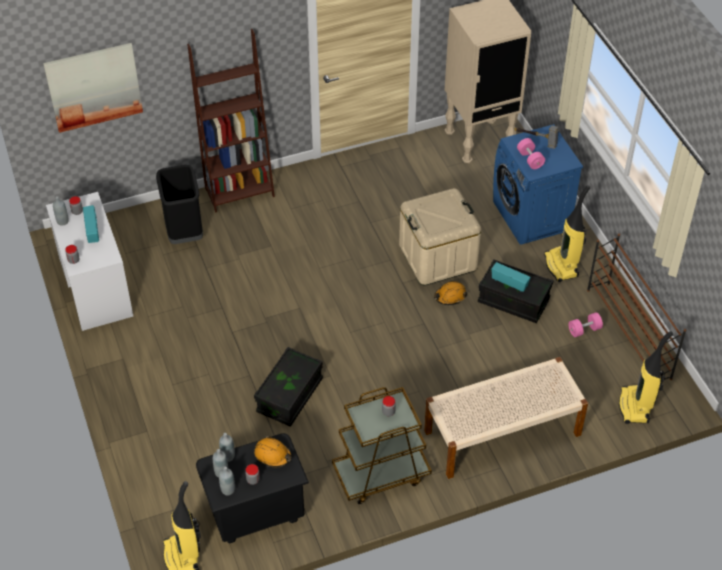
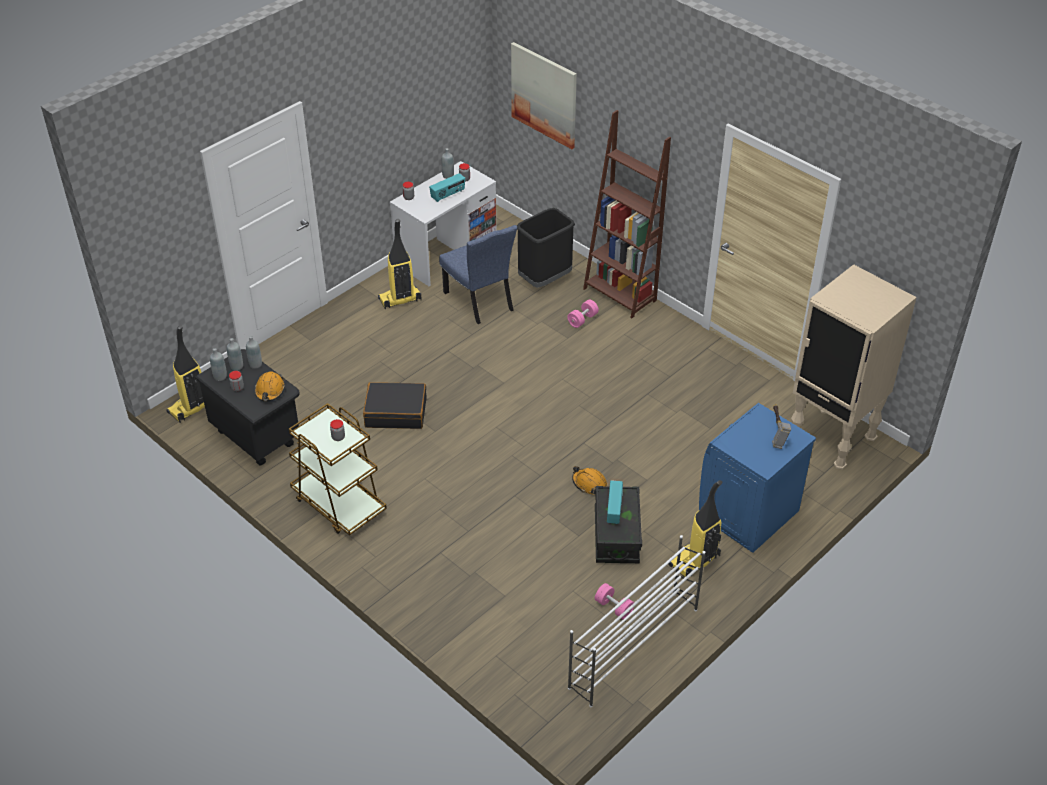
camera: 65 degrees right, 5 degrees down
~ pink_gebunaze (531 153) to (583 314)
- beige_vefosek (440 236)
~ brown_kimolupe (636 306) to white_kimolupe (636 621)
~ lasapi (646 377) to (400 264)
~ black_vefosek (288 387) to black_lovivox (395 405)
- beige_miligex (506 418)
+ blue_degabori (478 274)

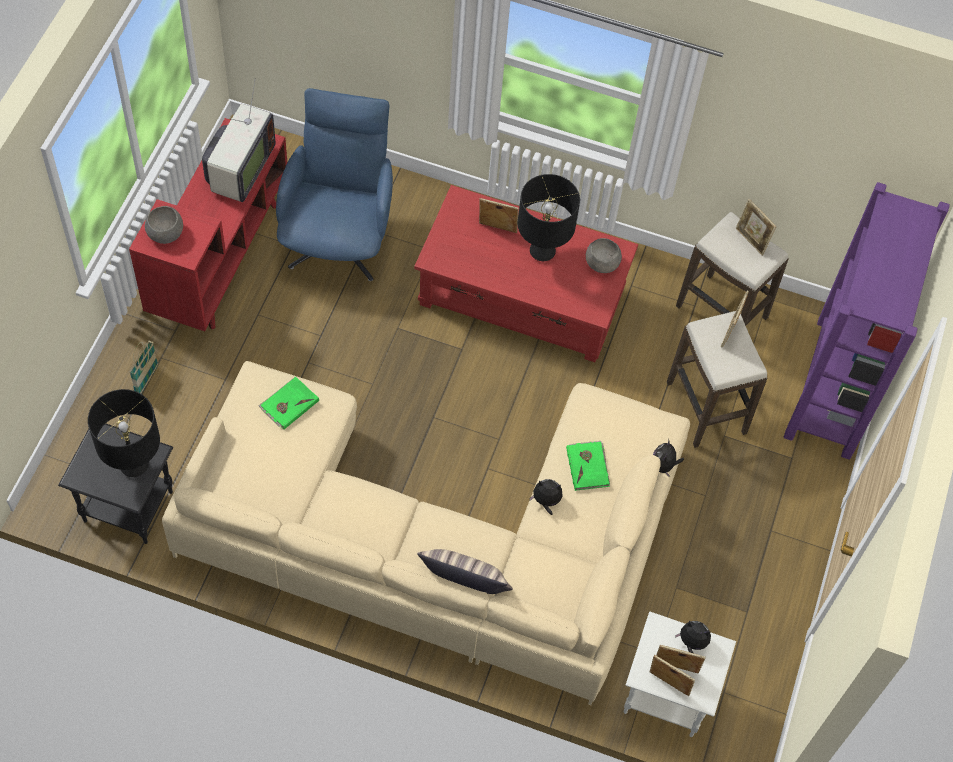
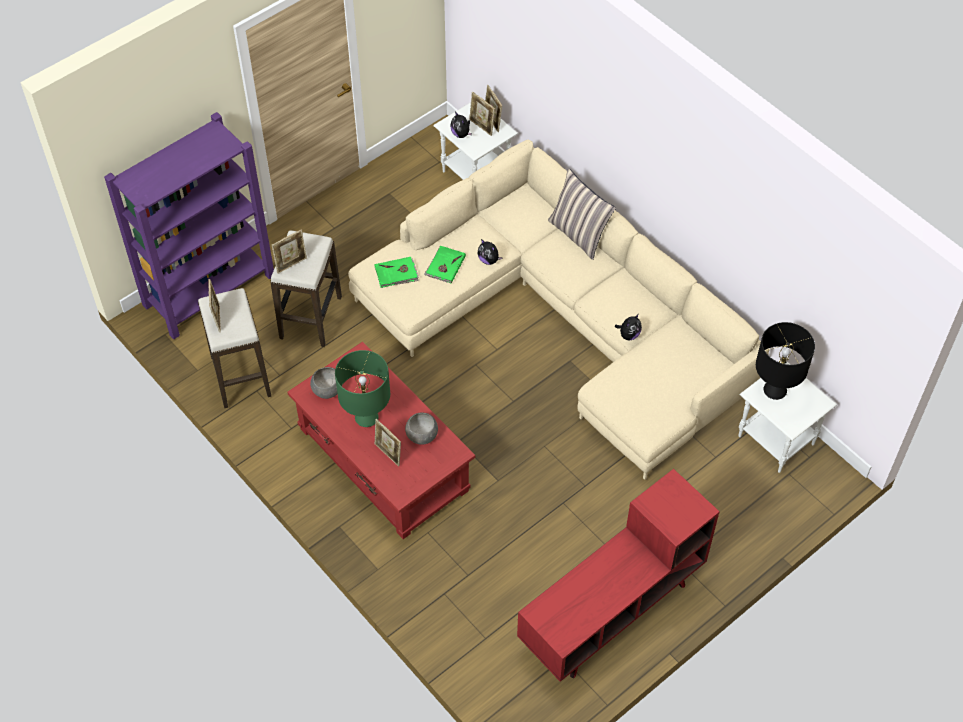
camera: 145 degrees left, 5 degrees down
- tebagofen (238 140)
- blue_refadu (334 184)
~ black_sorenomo (549 217) to green_sorenomo (362 388)
~ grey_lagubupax (164 225) to (421 429)
- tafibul (144 367)
~ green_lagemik (288 403) to (397 272)
~ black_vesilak (115 484) to white_vesilak (787 417)
~ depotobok (668 458) to (628 327)

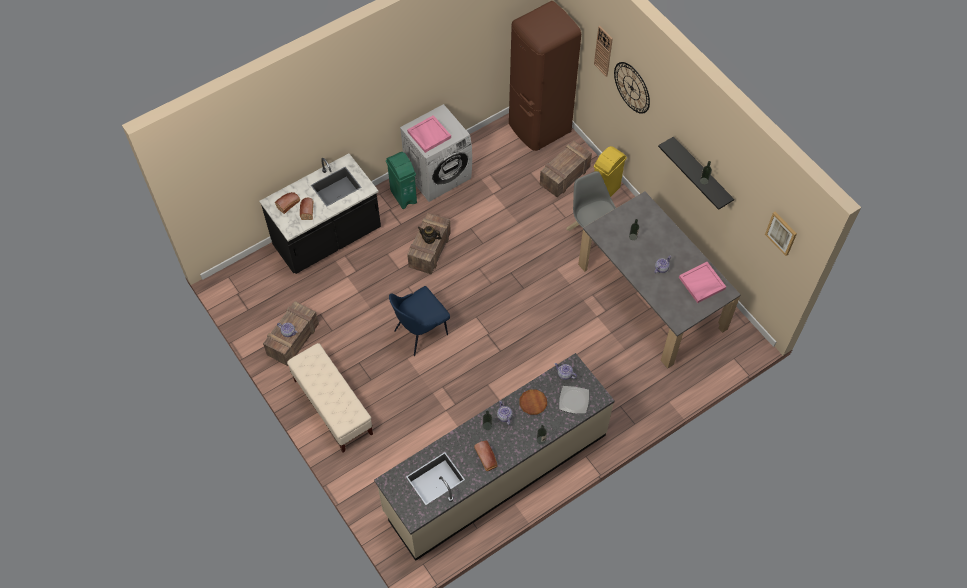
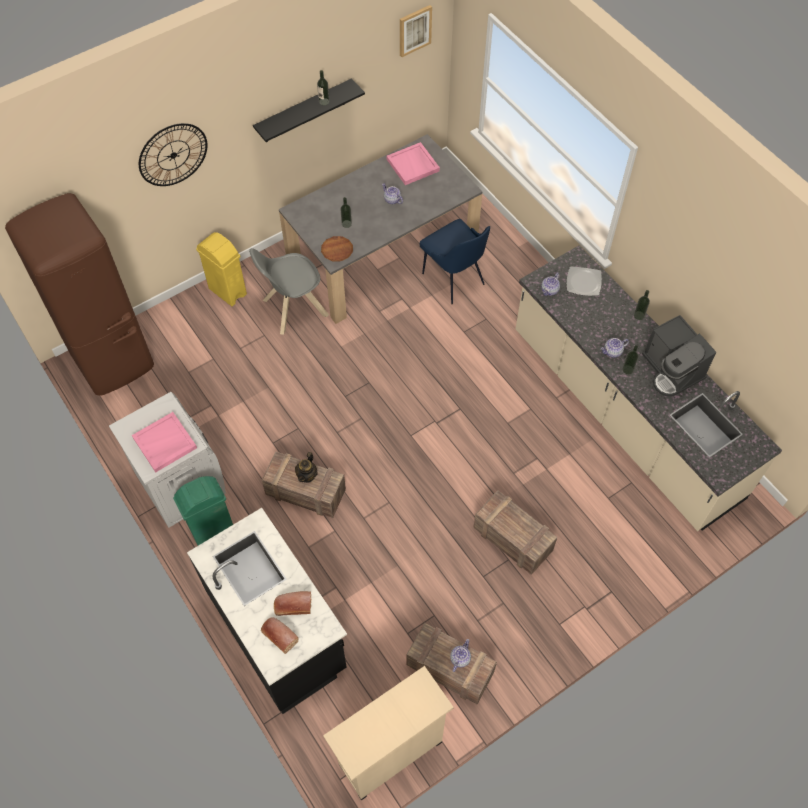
camera: 90 degrees left, 0 degrees up
- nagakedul (603 51)
~ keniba (566 169) to (515 533)
~ blue_degabori (419 321) to (455 261)
- beige_miligex (330 397)
~ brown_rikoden (533 402) to (337 248)
~ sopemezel (486 456) to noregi (679 355)
+ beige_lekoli (388 733)

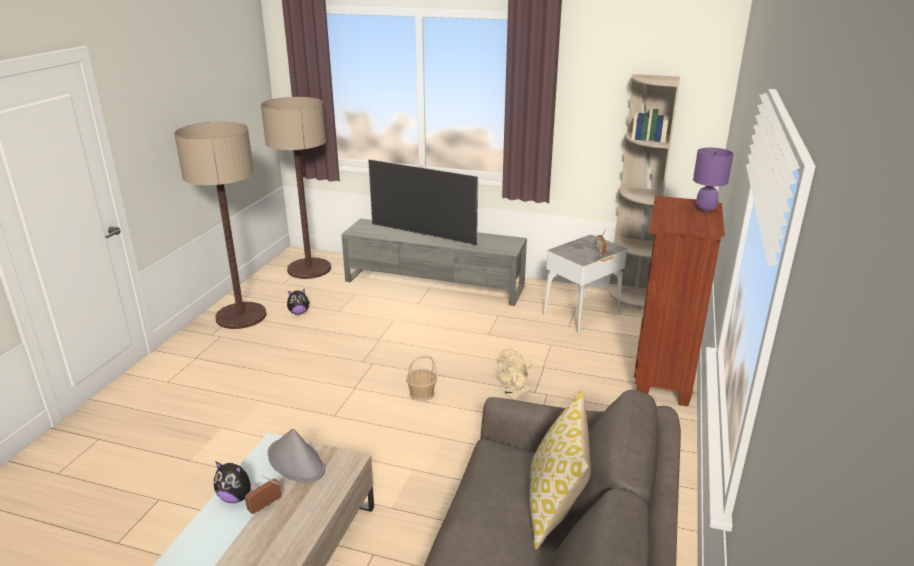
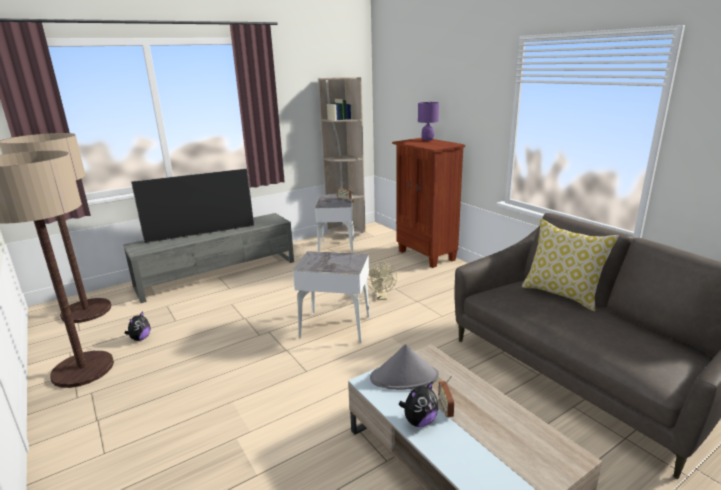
camera: 50 degrees left, 5 degrees down
~ tafibul (421 378) to vesilak (331 297)

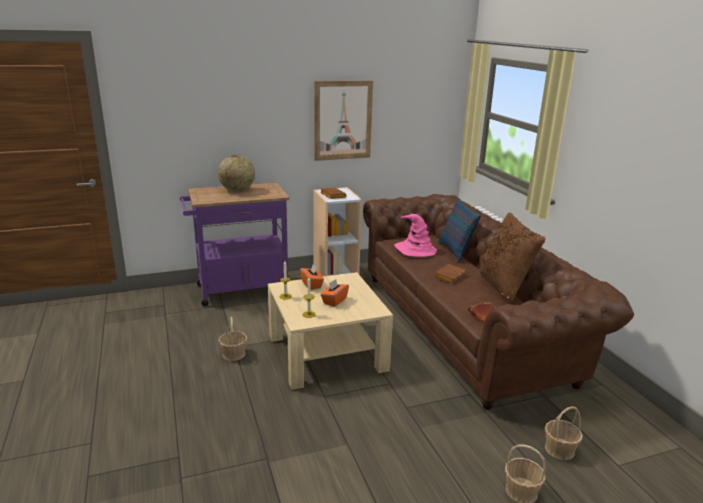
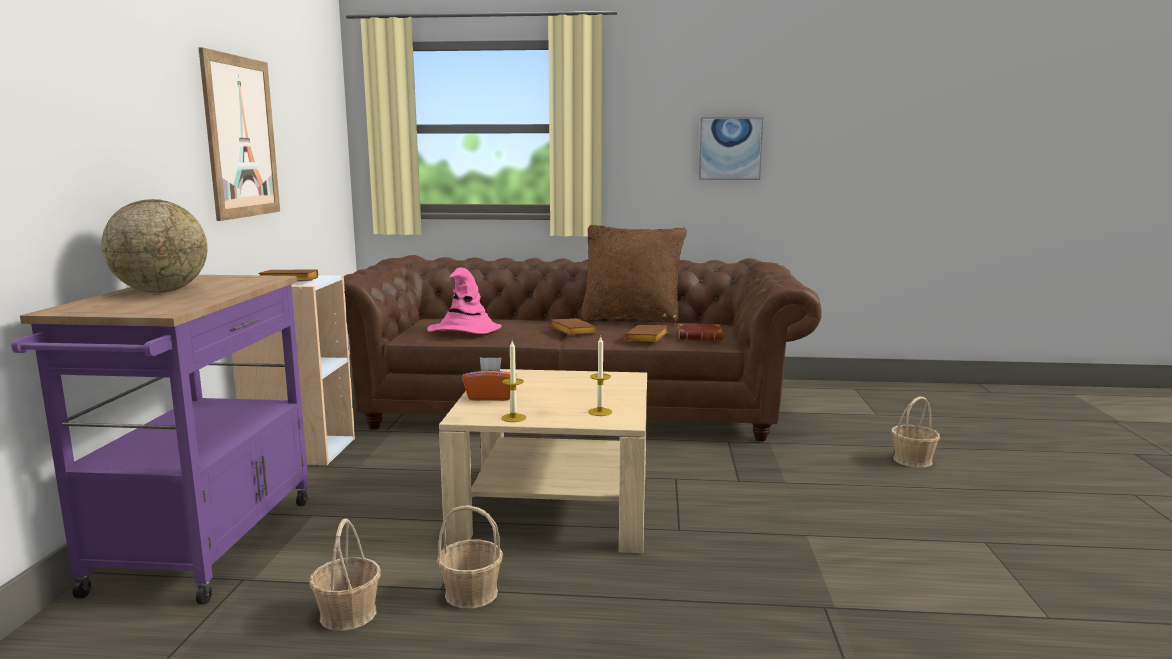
camera: 65 degrees left, 10 degrees down
- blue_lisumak (459 230)
- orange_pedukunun (335 293)
~ tafibul (564 433) to (345 575)
+ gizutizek (731 148)
+ brown_lagemik (646 333)

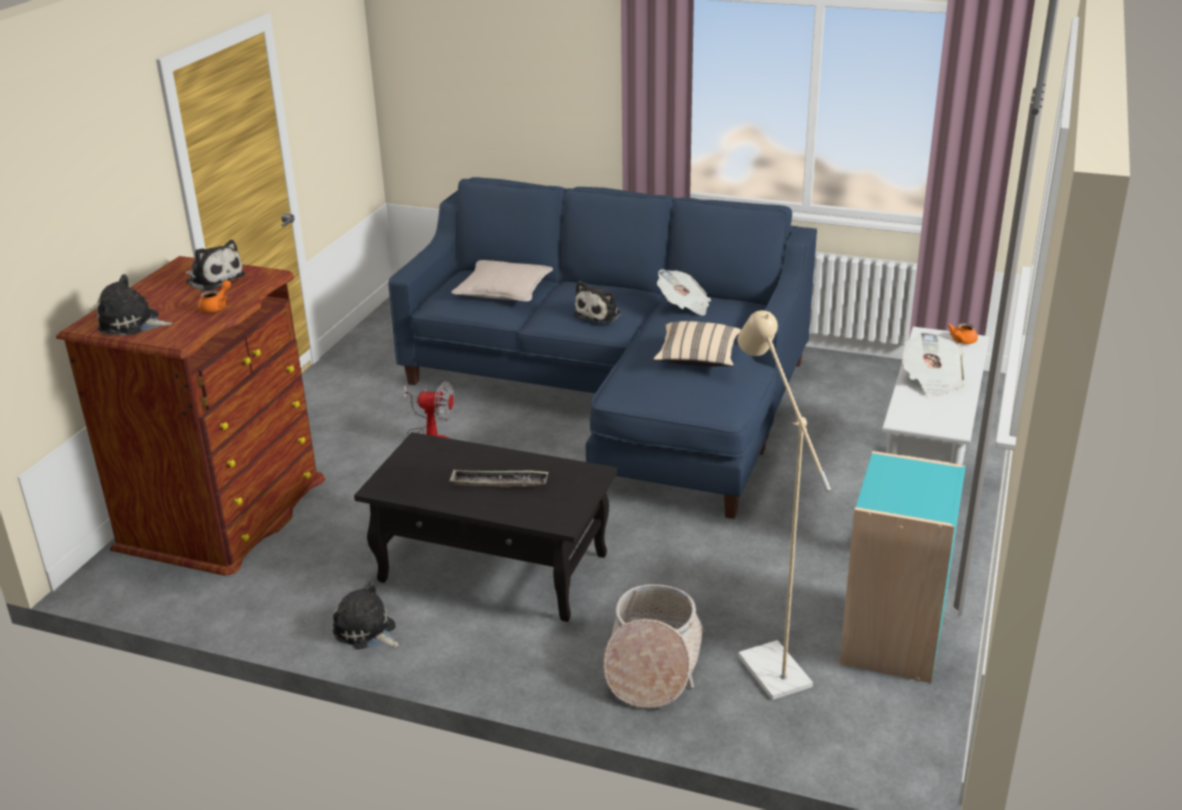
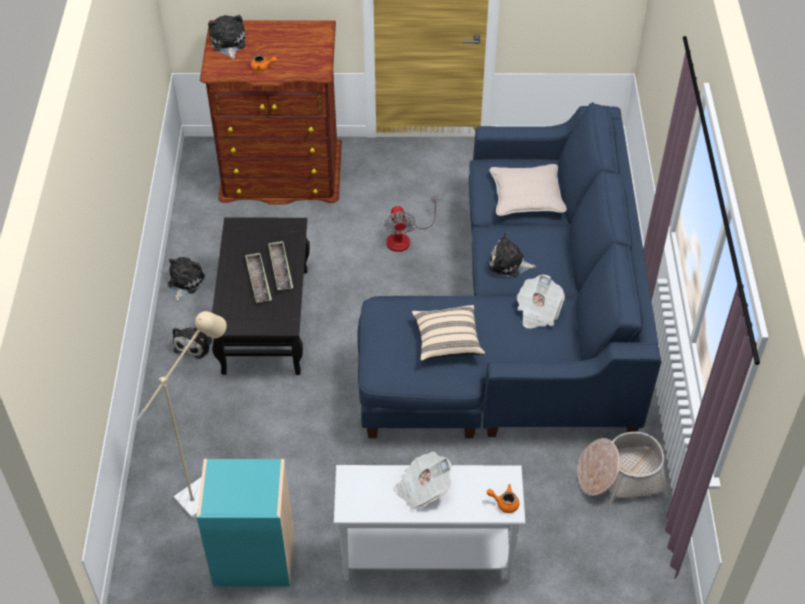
camera: 70 degrees right, 20 degrees up
~ depotobok (215 265) to (192 343)
~ tafibul (654 646) to (623 468)
+ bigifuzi (280 265)

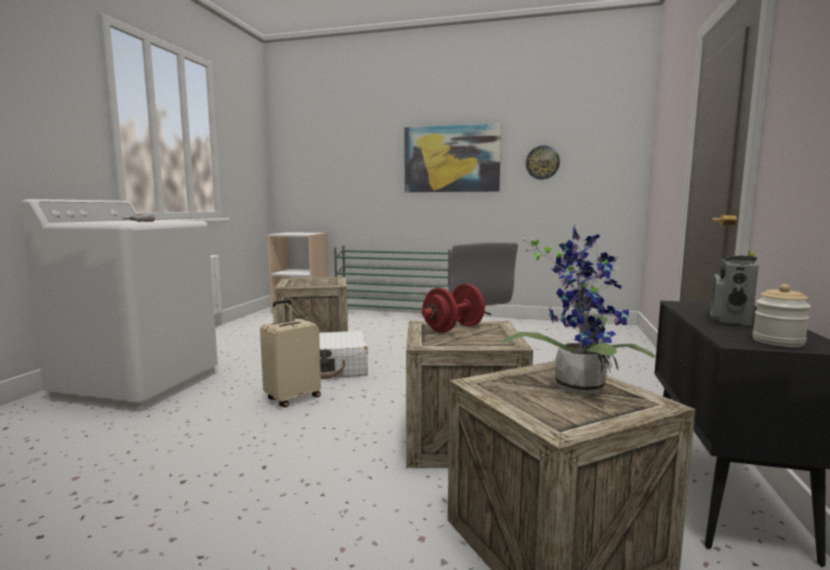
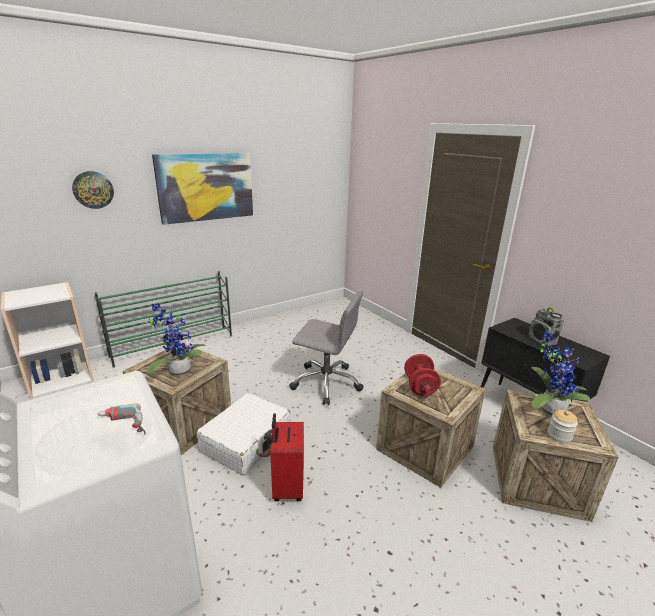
camera: 50 degrees left, 15 degrees up
~ nagakedul (543 162) to (93 190)
~ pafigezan (781 315) to (563 426)
~ beige_lovivox (290 353) to red_lovivox (287 457)
+ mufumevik (176 340)

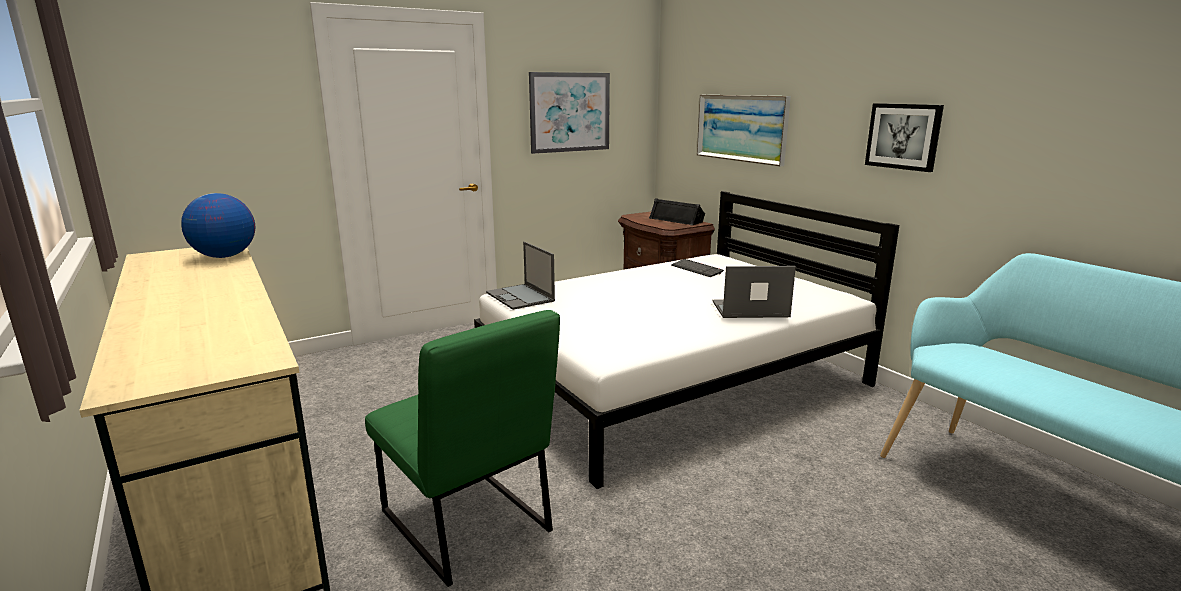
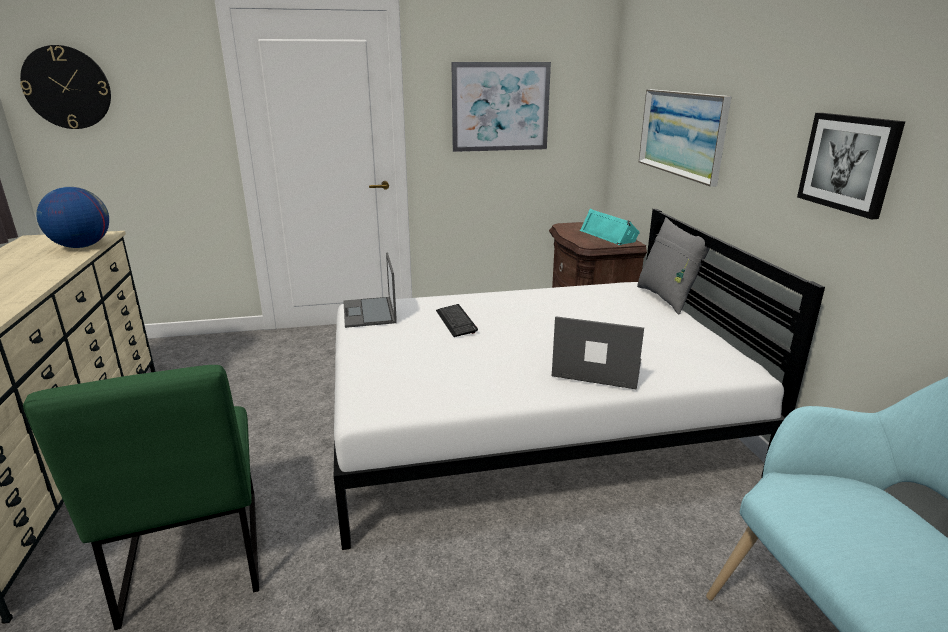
camera: 20 degrees right, 5 degrees up
~ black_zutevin (677 211) to turquoise_zutevin (610 227)
~ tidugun (697 268) to (457 320)
+ nagakedul (65 87)
+ grey_lisumak (673 265)

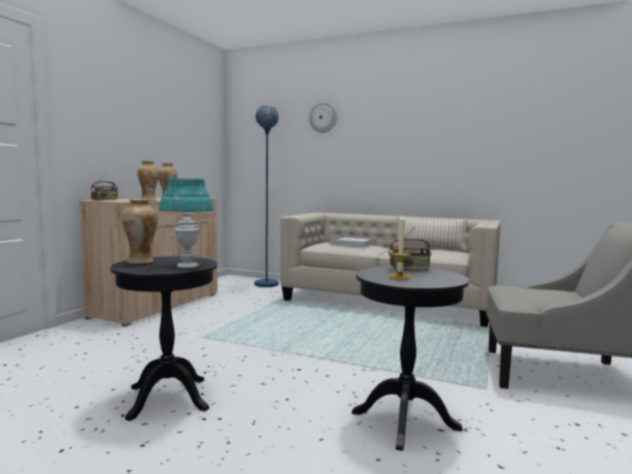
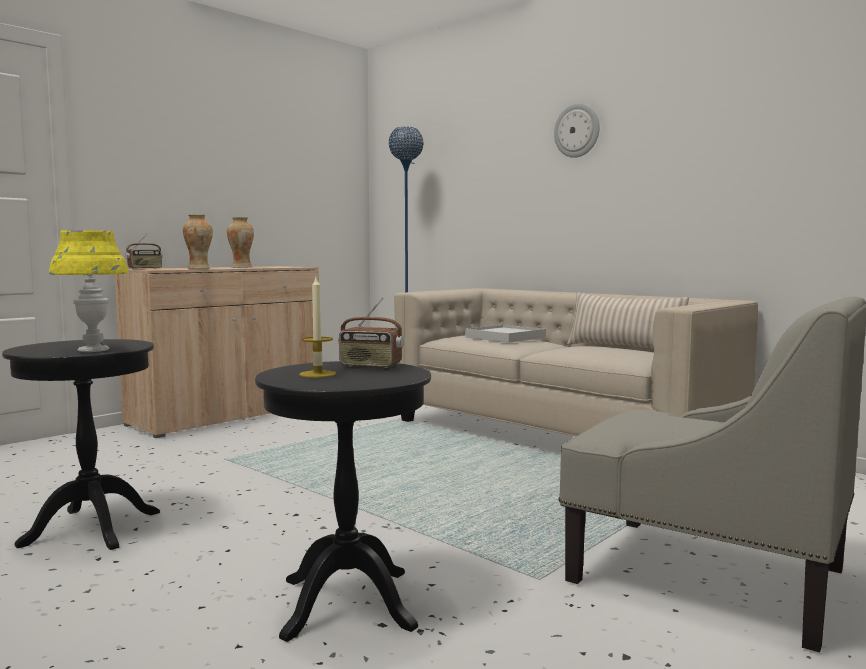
camera: 20 degrees right, 0 degrees up
~ nagakedul (323 117) to (577 130)
~ turquoise_sorenomo (186 223) to yellow_sorenomo (88 291)
- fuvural (140 231)

